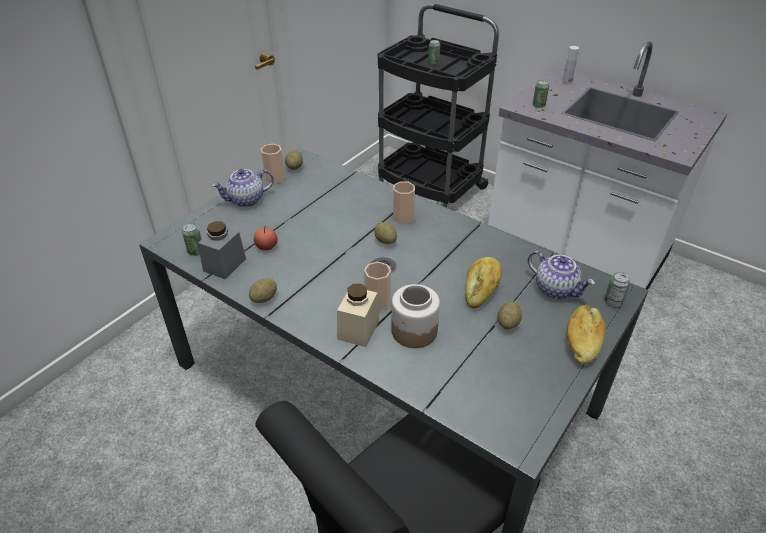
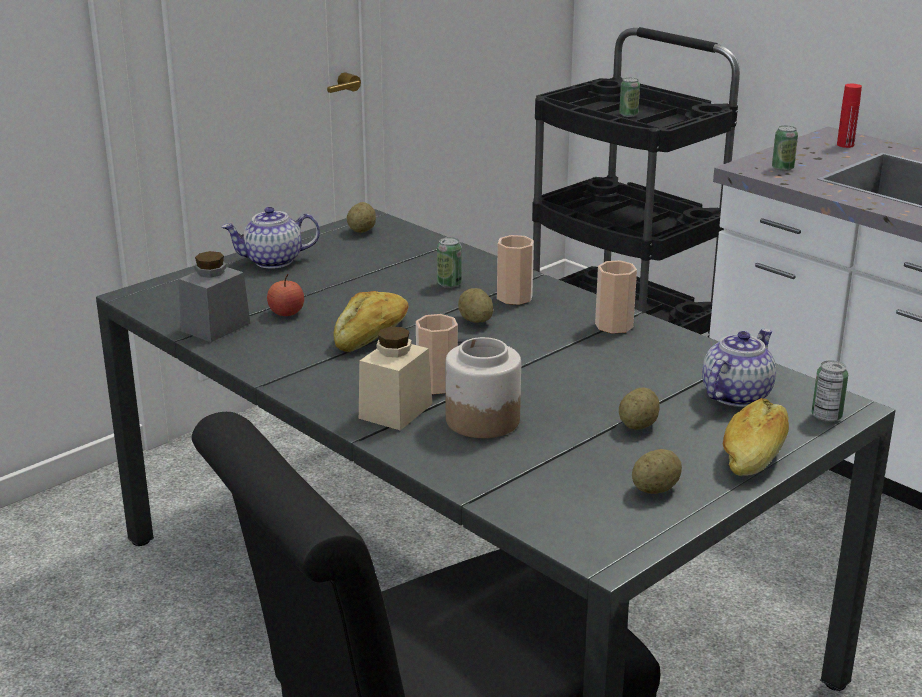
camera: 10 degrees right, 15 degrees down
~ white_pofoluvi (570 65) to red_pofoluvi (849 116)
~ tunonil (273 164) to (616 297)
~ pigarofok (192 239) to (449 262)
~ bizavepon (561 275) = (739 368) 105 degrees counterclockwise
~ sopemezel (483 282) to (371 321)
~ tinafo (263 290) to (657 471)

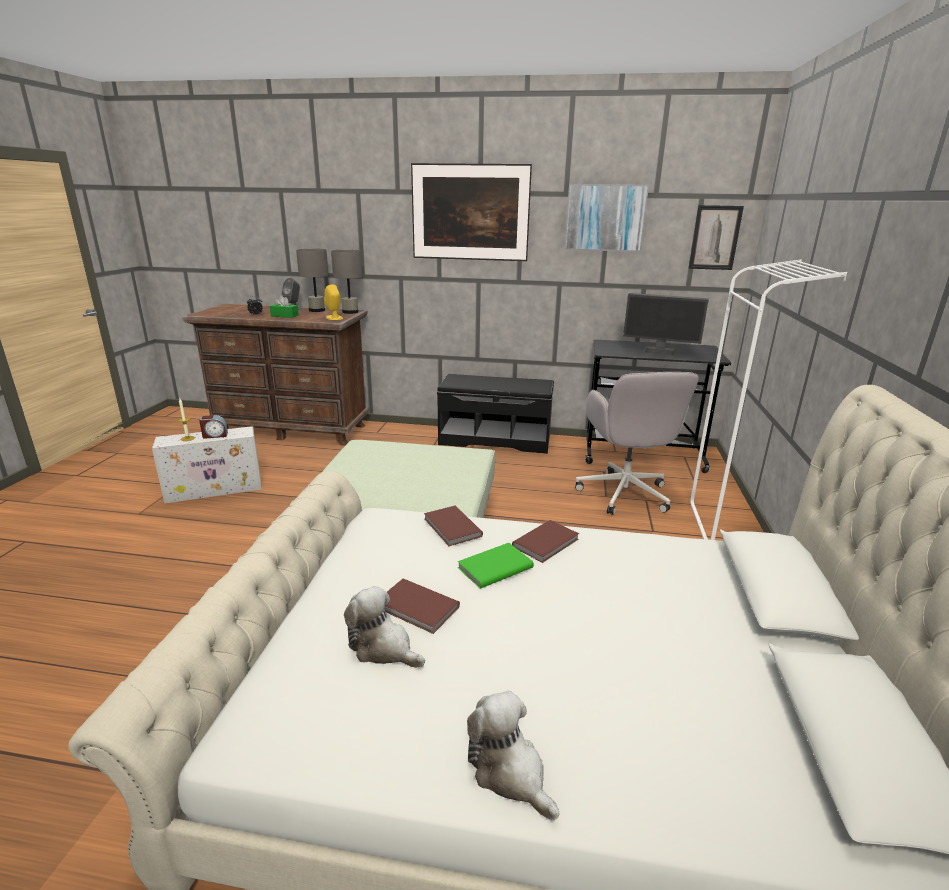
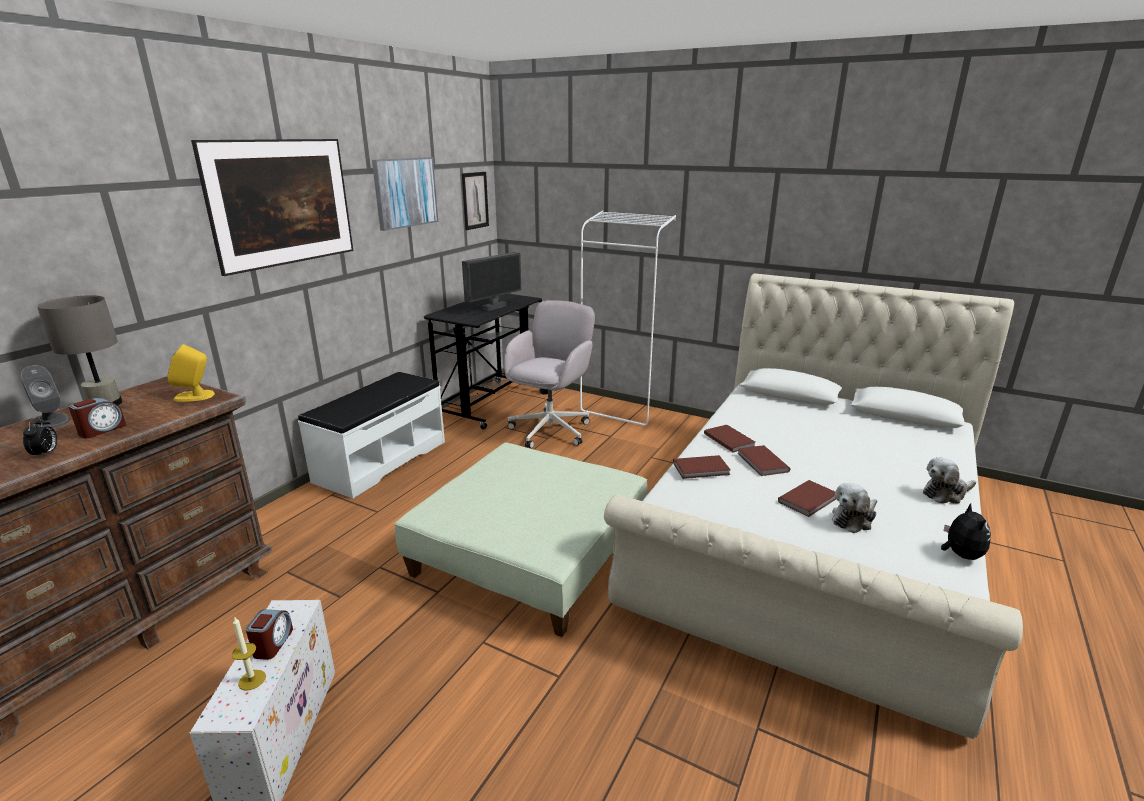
camera: 70 degrees left, 0 degrees up
- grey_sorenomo (347 282)
~ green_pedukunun (284 306) to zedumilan (98 418)
~ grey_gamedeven (636 443) = (549 374) 75 degrees counterclockwise
~ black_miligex (495 414) to white_miligex (371 435)
~ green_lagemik (495 566) to brown_lagemik (763 460)
+ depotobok (966 531)

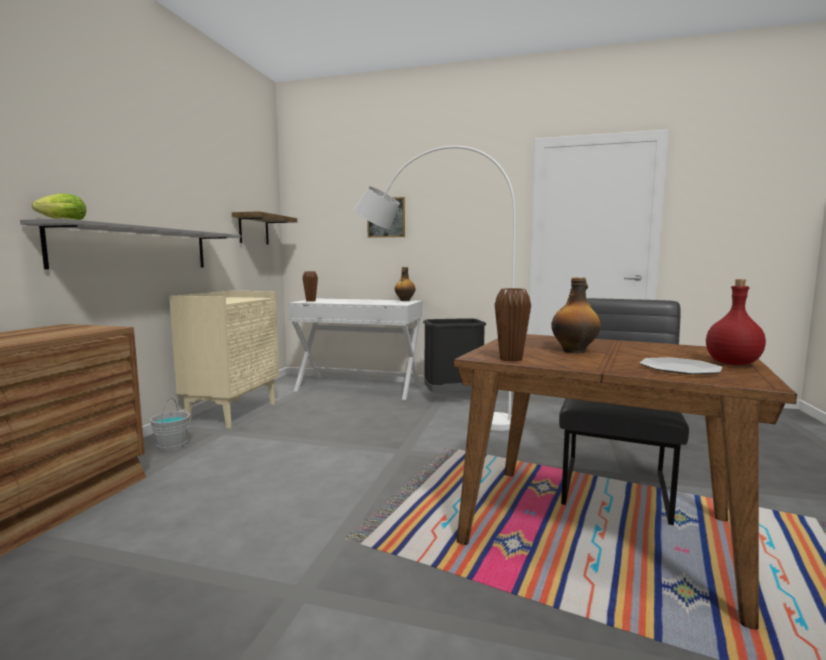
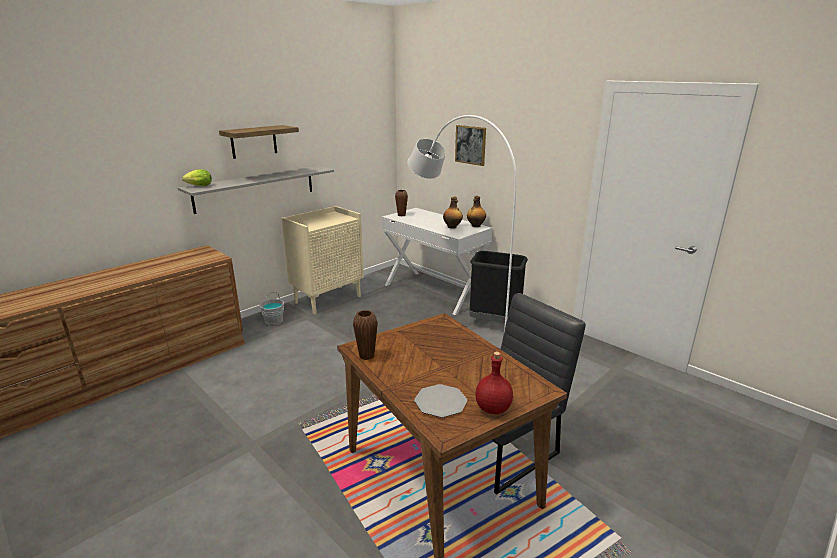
camera: 30 degrees right, 15 degrees up
~ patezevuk (264 228) to (259 142)
~ pofoluvi (576 315) to (453 213)

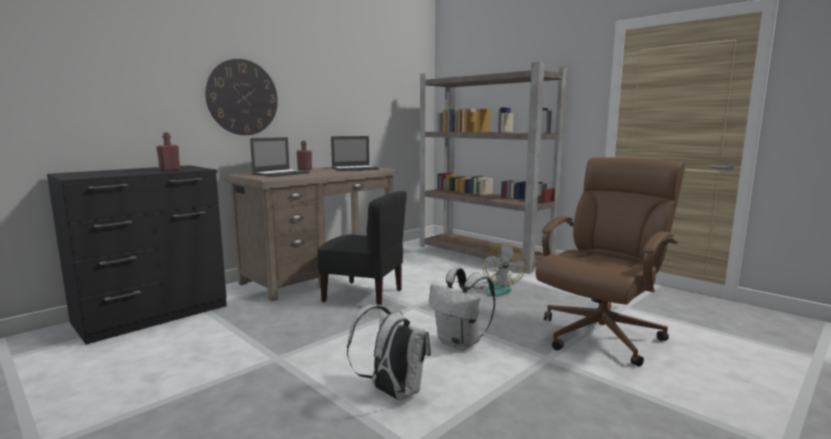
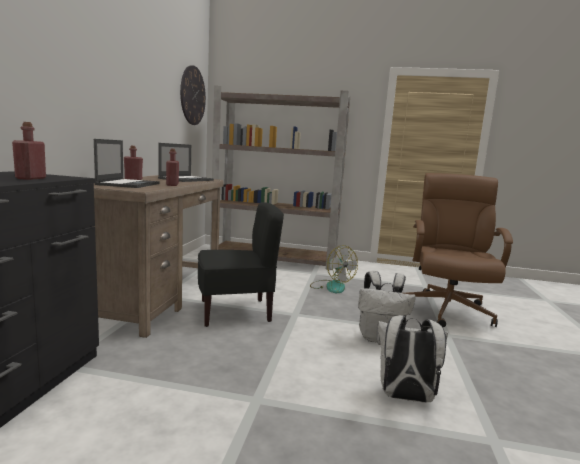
camera: 35 degrees left, 0 degrees up
~ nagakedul (241 97) to (193 95)
+ red_pofoluvi (172 167)

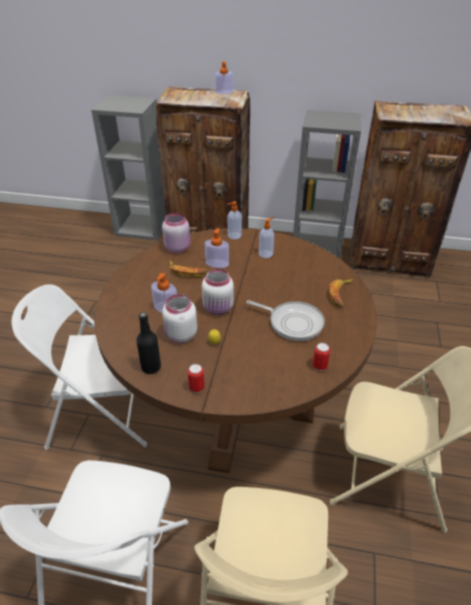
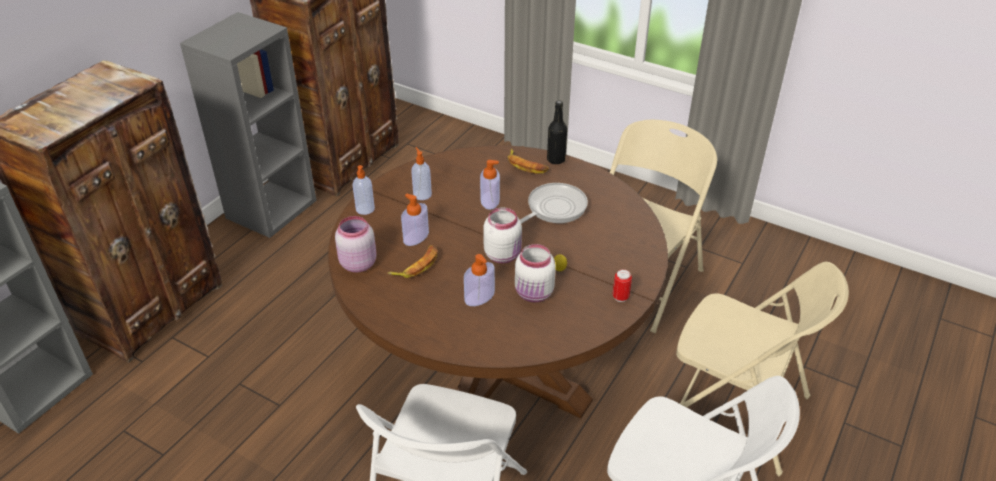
camera: 70 degrees left, 0 degrees up
~ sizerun (224 77) to (490 185)
~ black_pofoluvi (148 343) to (557 132)
- pigarofok (321 357)

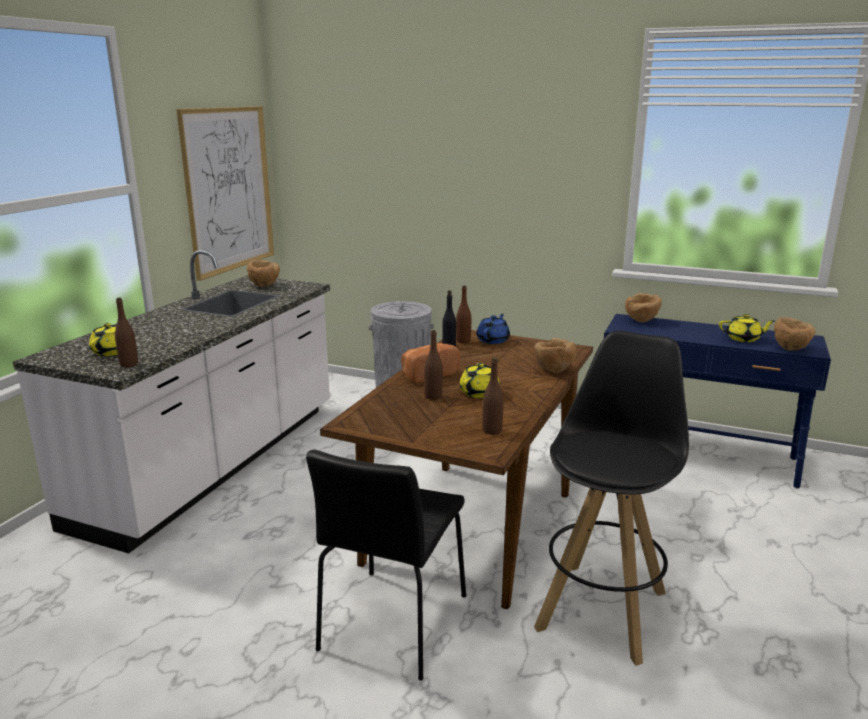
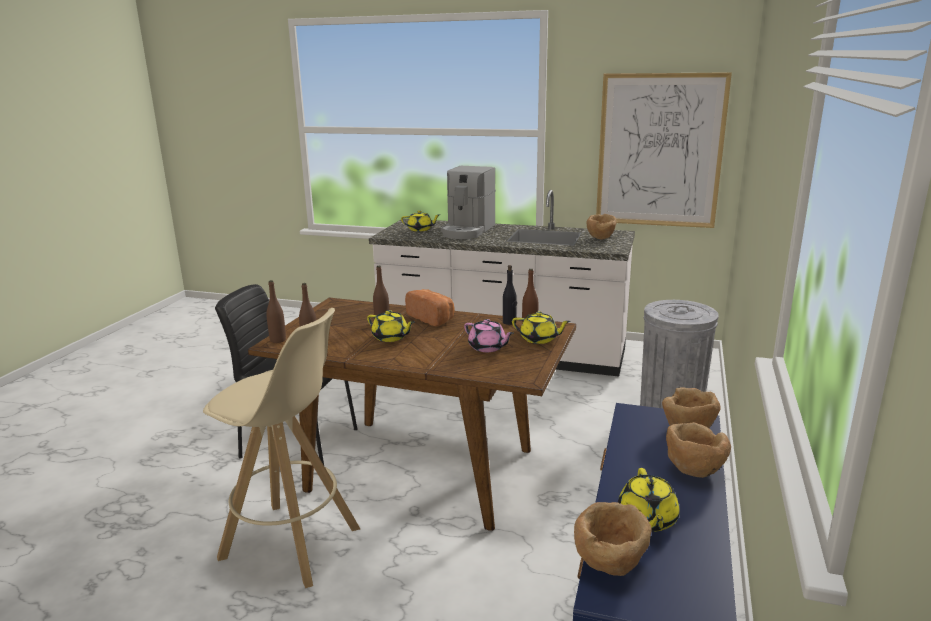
camera: 85 degrees right, 0 degrees up
~ brown_pofoluvi (126 332) to (276 311)
~ blue_bizavepon (493 329) to yellow_bizavepon (541 327)
~ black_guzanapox (611 498) to beige_guzanapox (281 448)
~ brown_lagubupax (555 355) to (698 450)
+ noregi (468 202)
+ pink_bizavepon (489 335)

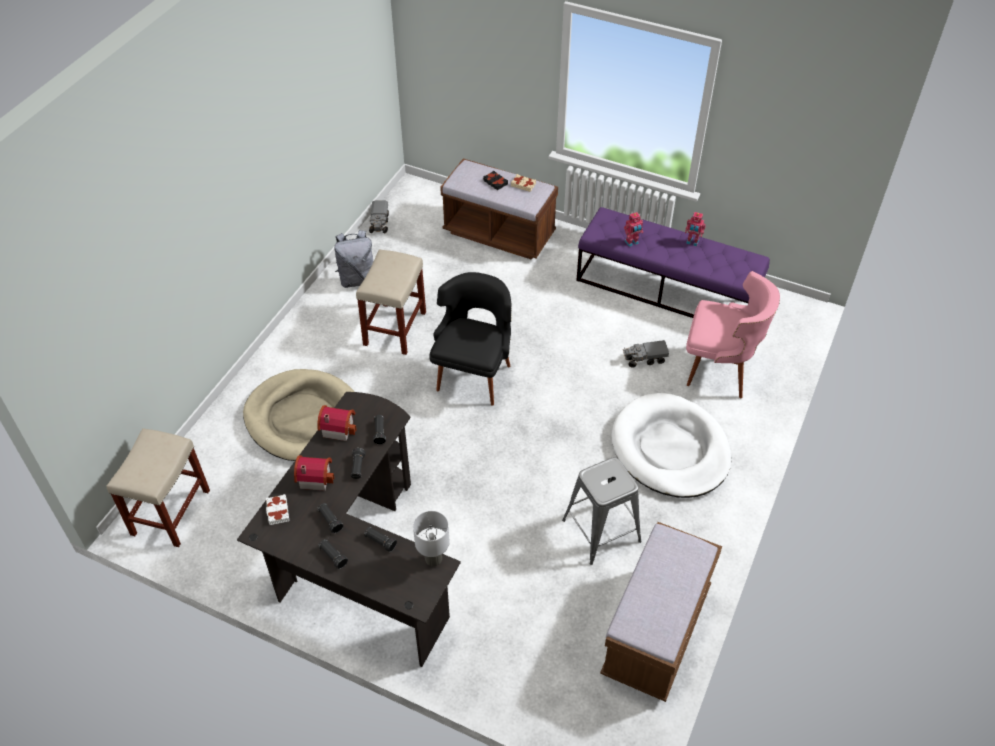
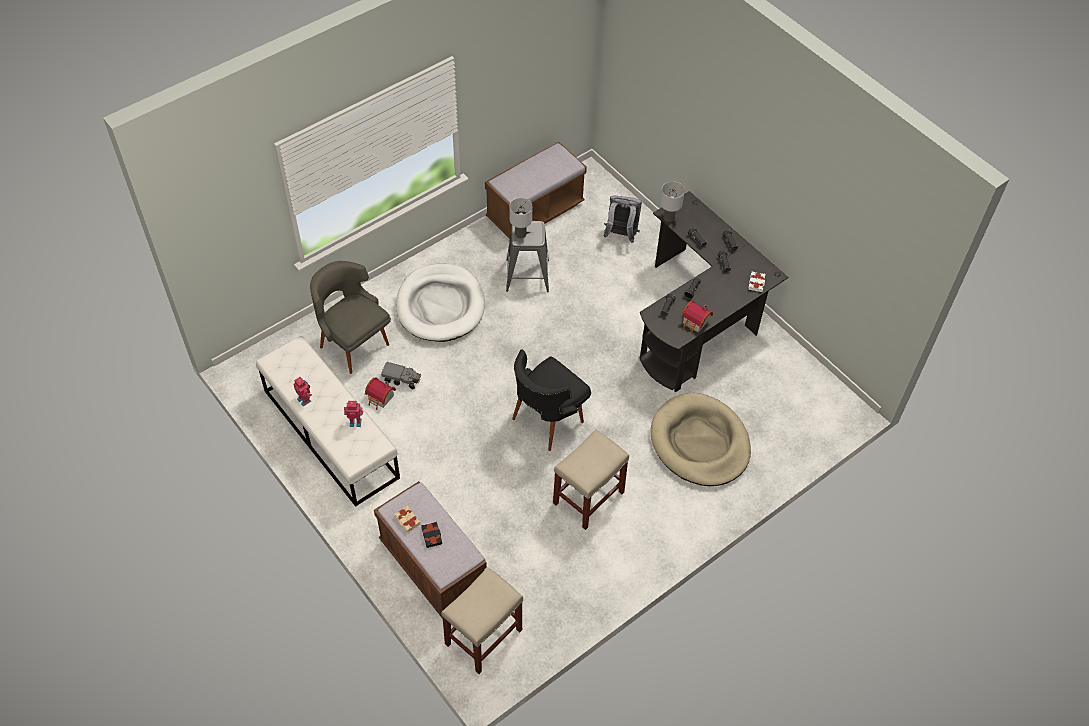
camera: 155 degrees left, 5 degrees up
- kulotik (379 217)
~ purple_miligex (673 262) to white_miligex (328 421)
~ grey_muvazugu (353 259) to (623 219)
~ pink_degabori (733 334) to grey_degabori (350 317)
~ beige_guzanapox (158 487) to (482 620)
~ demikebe (314 473) to (380 393)
+ white_sorenomo (521 218)

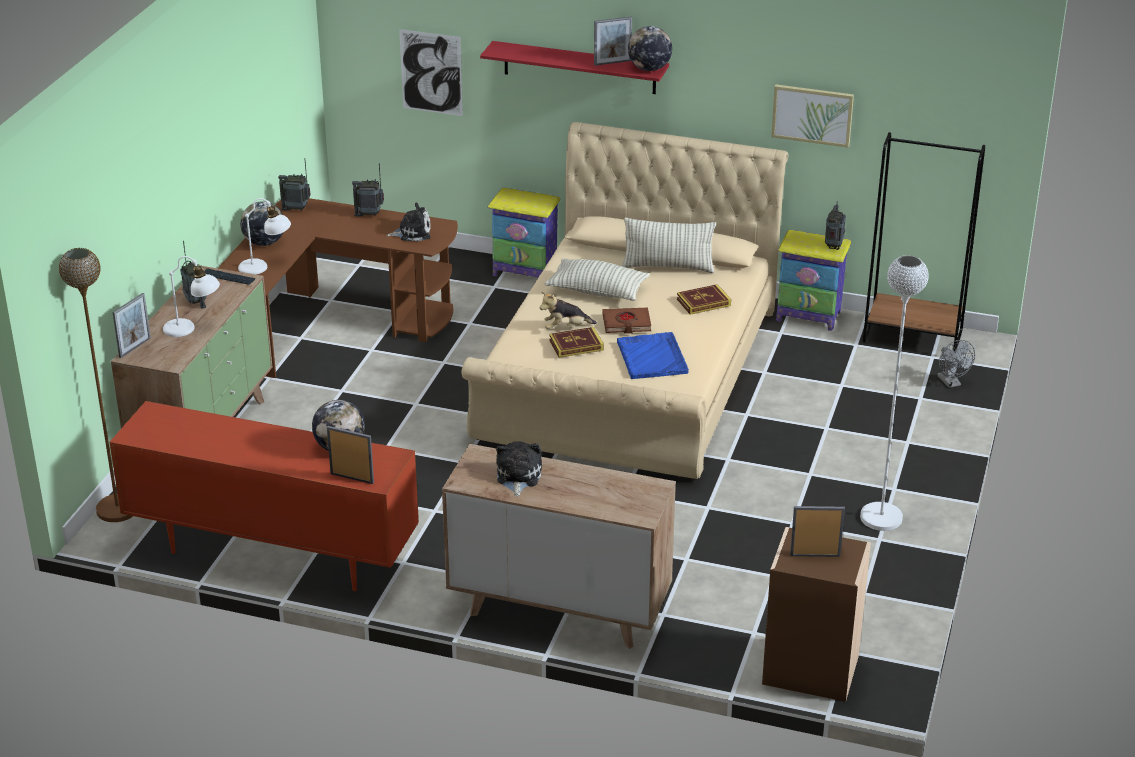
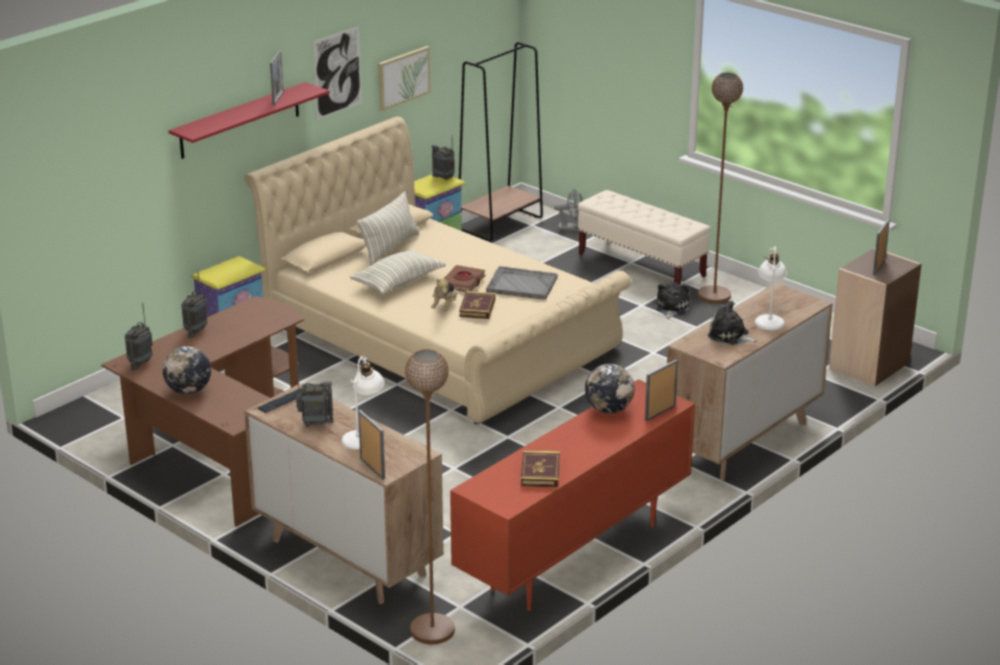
camera: 65 degrees left, 5 degrees down
- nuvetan (650 48)
~ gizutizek (431 72) to (337 73)
~ white_sorenomo (264 236) to (771 288)
~ depotobok (408 222) to (673 301)
~ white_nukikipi (894 393) to brown_nukikipi (720 188)
~ lagemik (704 299) to (540 468)
~ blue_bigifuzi (653 355) to grey_bigifuzi (522 283)
+ beige_miligex (644 237)

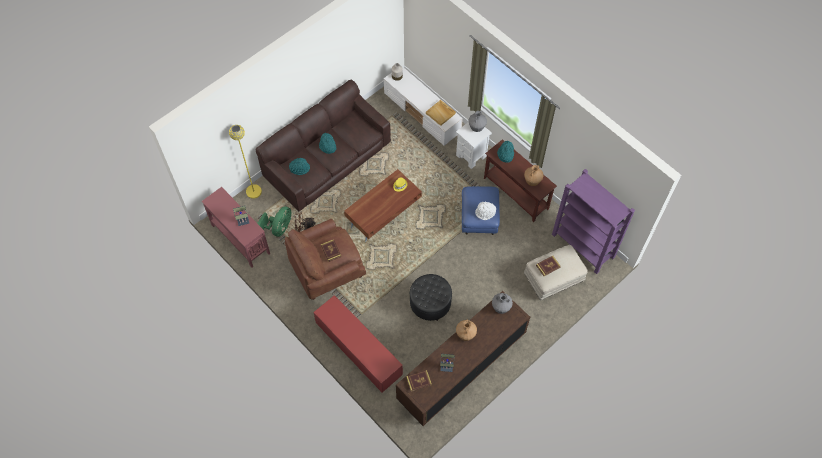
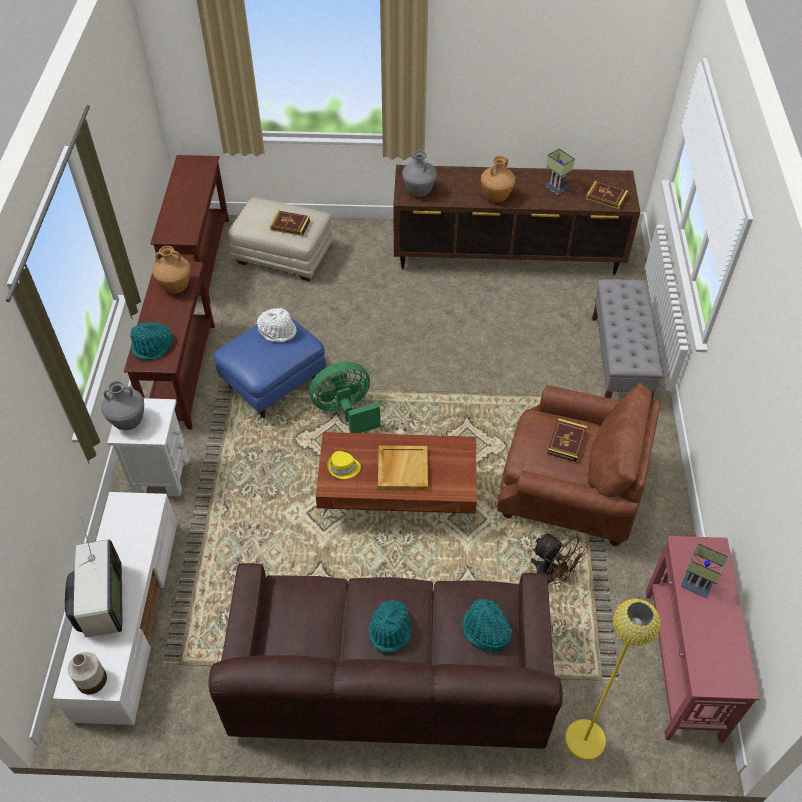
camera: 135 degrees left, 10 degrees down
~ beige_bigifuzi (441 113) to (403 468)
~ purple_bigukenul (593 221) to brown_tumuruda (189 229)
~ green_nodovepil (274 221) to (345 397)
- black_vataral (431 297)
~ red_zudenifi (358 344) to grey_miligex (627 340)
+ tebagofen (93 577)

